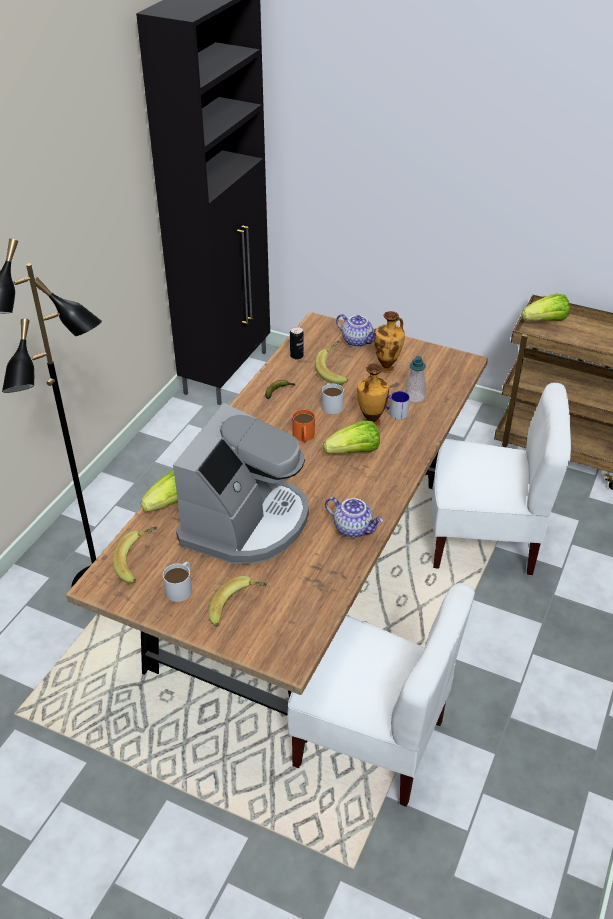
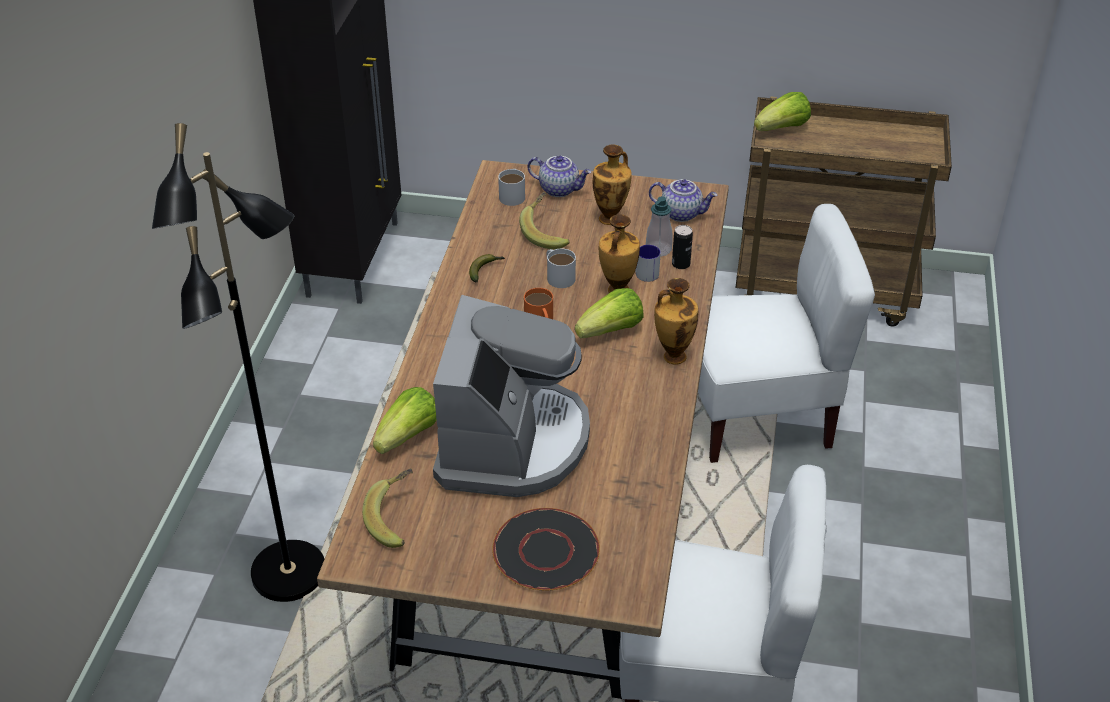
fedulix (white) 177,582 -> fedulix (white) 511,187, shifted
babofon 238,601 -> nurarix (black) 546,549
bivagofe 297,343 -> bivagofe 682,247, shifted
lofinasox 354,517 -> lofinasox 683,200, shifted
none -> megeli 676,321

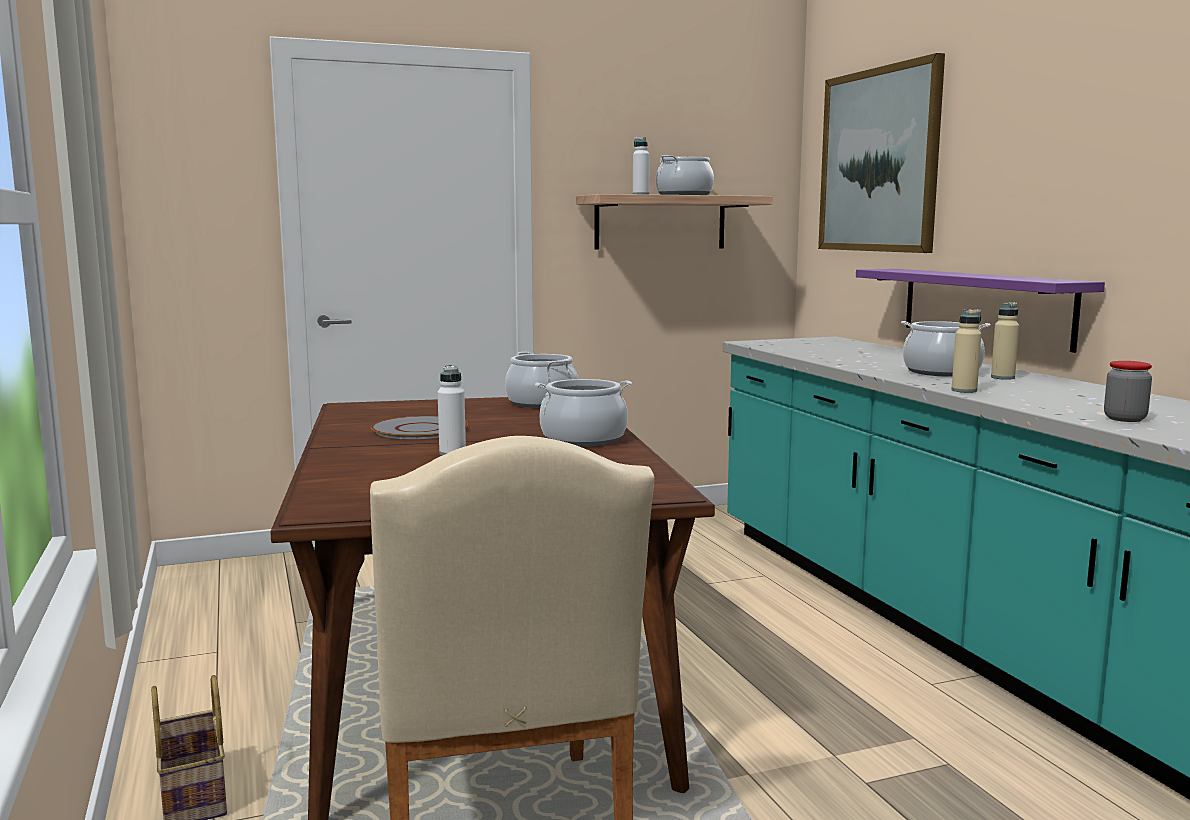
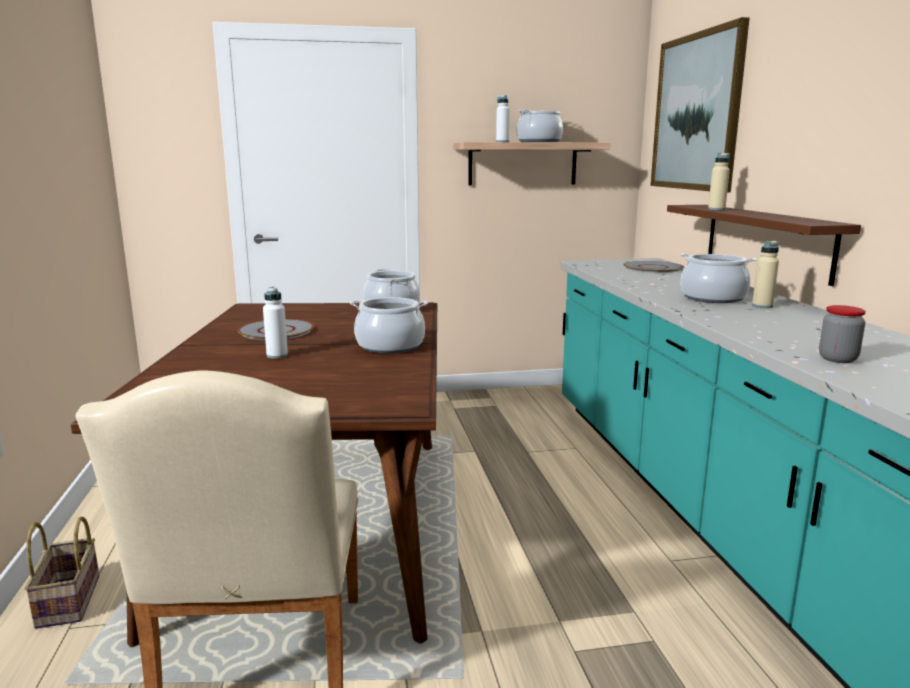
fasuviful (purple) 980,311 -> fasuviful (brown) 764,245
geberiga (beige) 966,351 -> geberiga (beige) 719,181, shifted
none -> nurarix (grey) 653,267

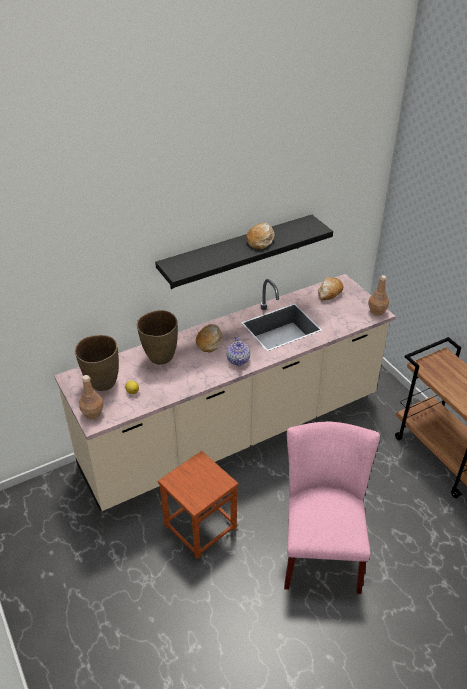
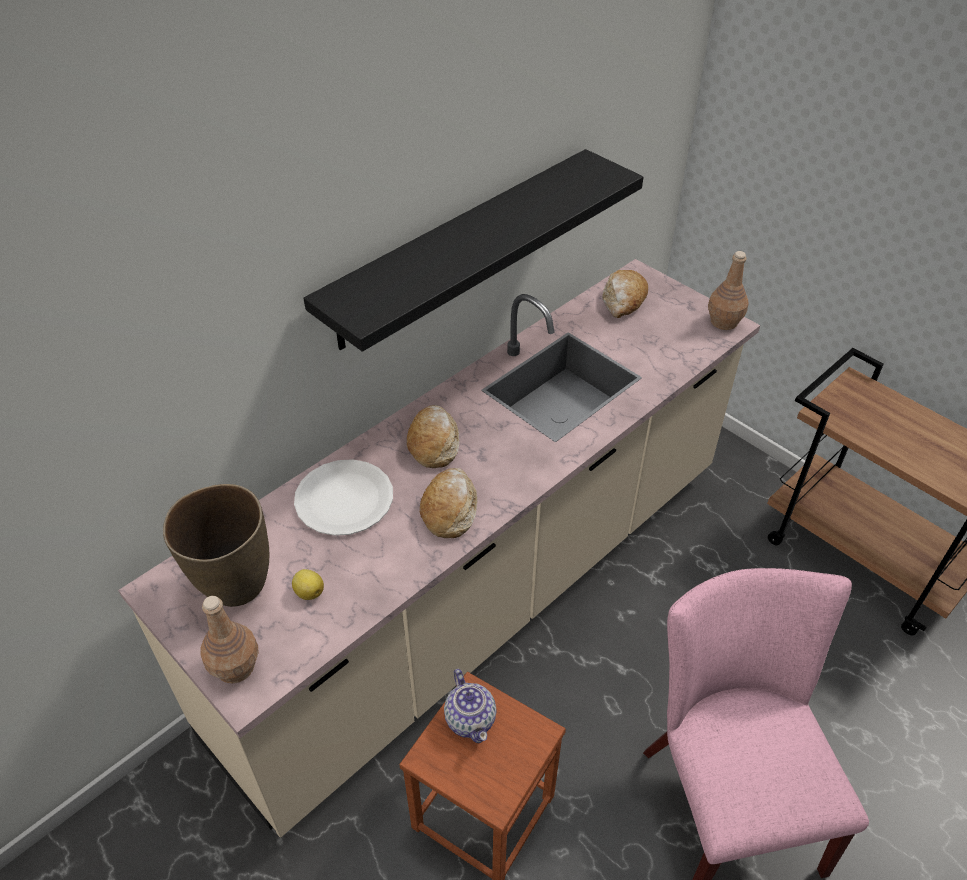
megeli (brown) 157,337 -> nurarix (white) 343,497
lofinasox 238,351 -> lofinasox 470,706, shifted
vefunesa 260,236 -> vefunesa 448,503, shifted

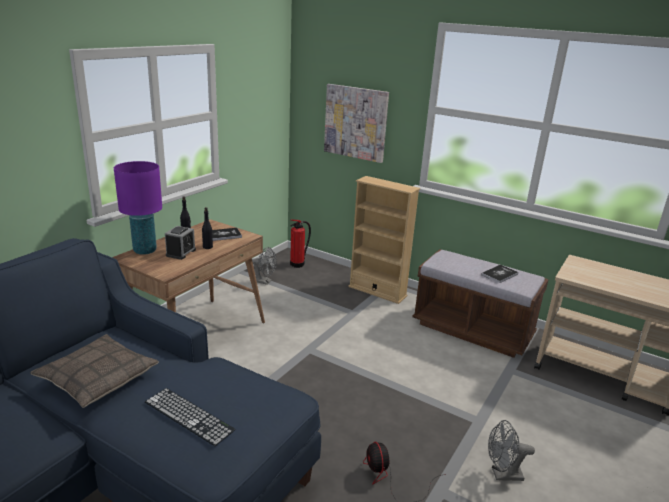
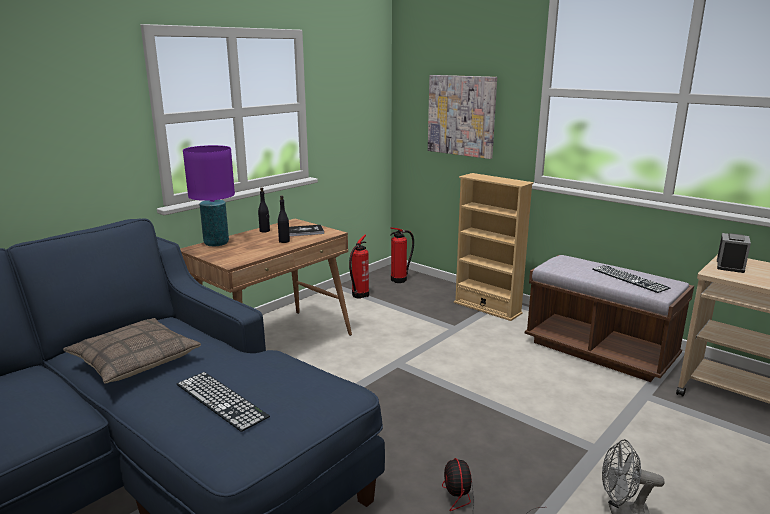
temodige 180,243 -> temodige 734,253, shifted
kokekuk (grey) 264,266 -> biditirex 359,267
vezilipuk 499,274 -> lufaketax 631,279

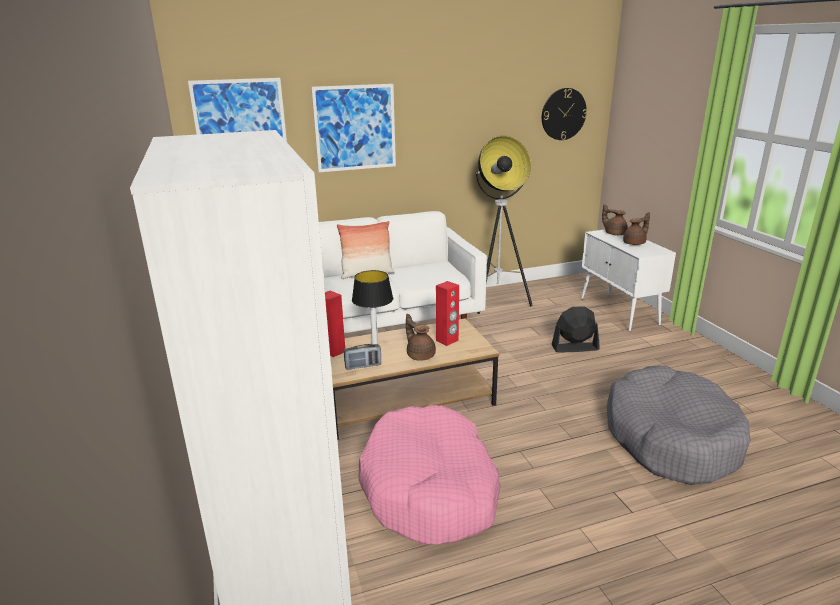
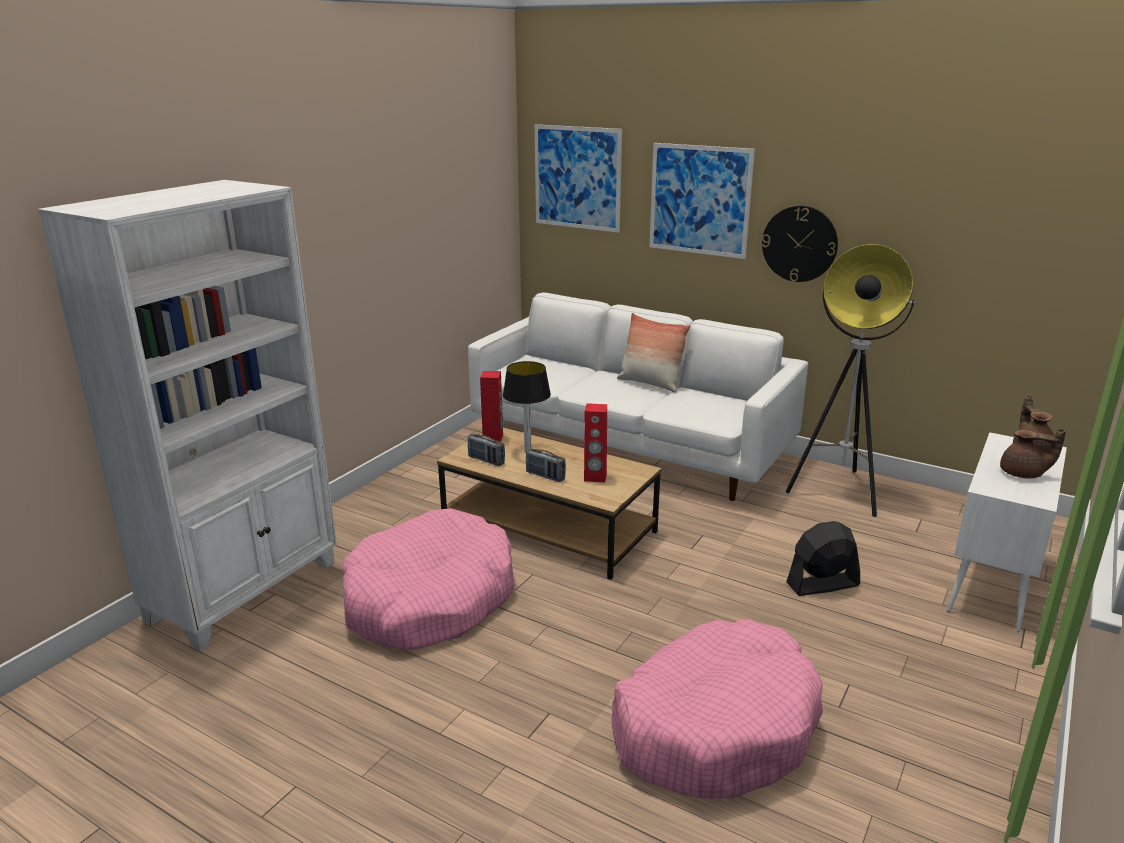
lofinasox (brown) 421,337 -> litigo 546,465
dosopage 564,114 -> dosopage 800,244, shifted
kokekuk (black) 576,329 -> kokekuk (black) 823,558, 60 degrees counterclockwise
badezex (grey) 678,425 -> badezex (pink) 717,709

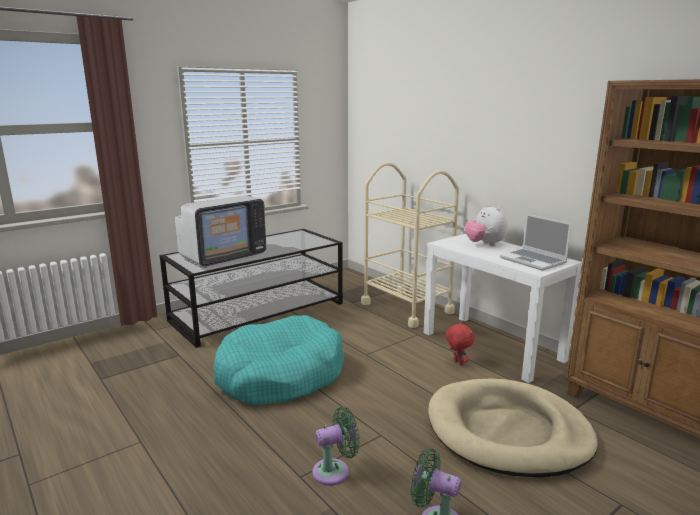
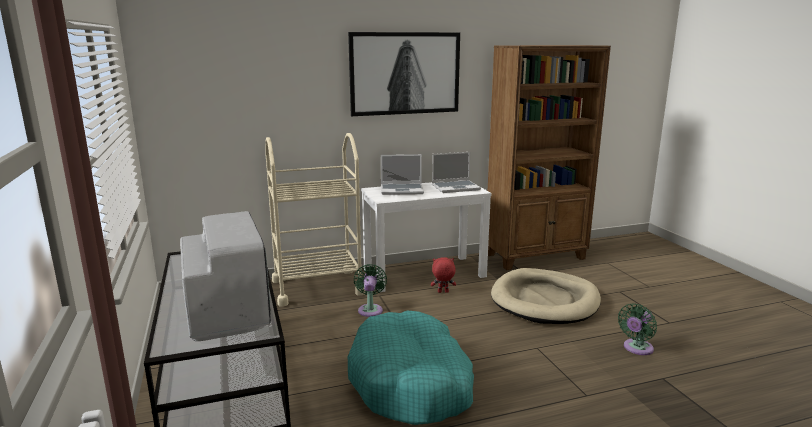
kokekuk (green) 336,446 -> kokekuk (green) 370,290, shifted
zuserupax 486,225 -> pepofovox 402,174
none -> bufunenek 404,74

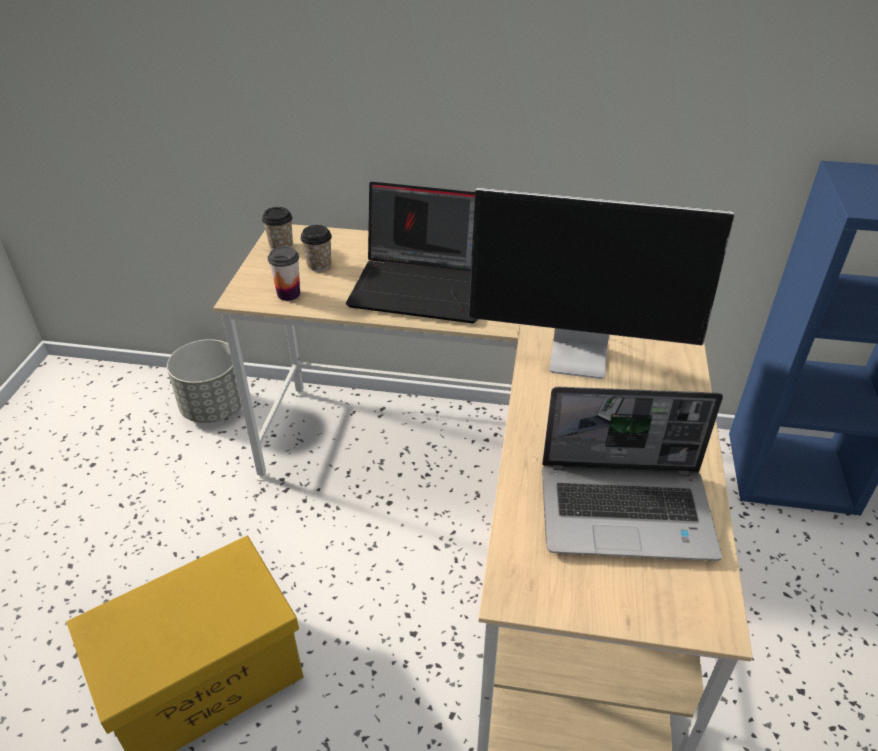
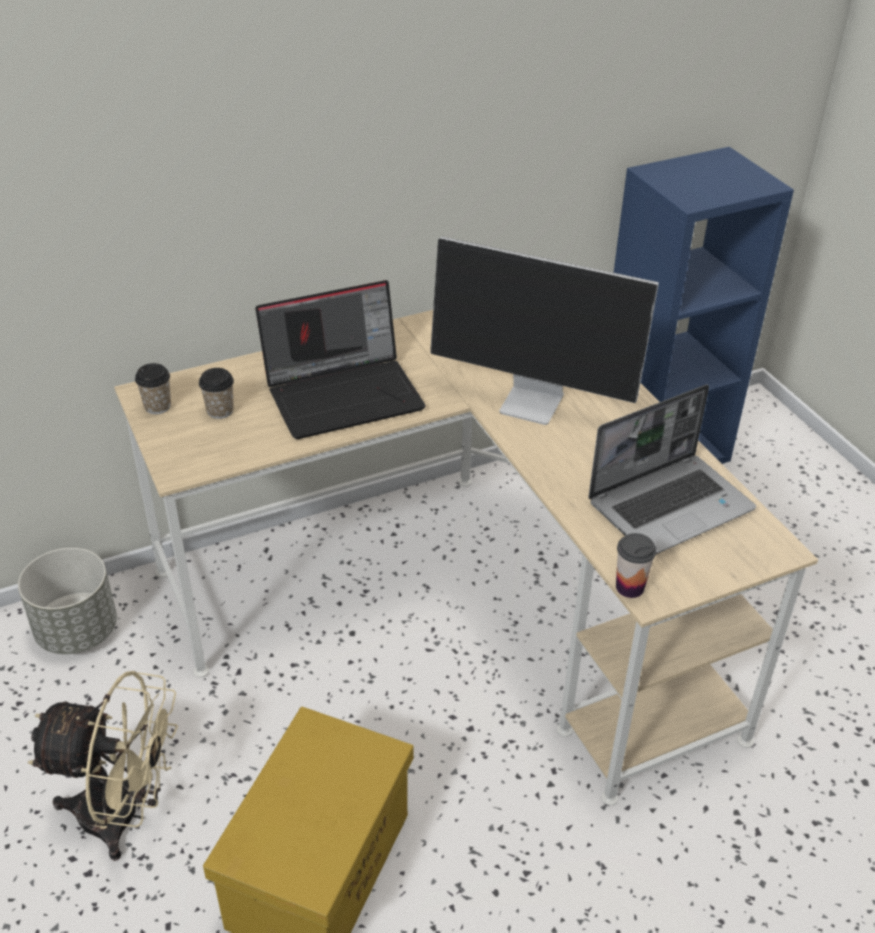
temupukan 284,273 -> temupukan 636,565, shifted
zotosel 601,283 -> zotosel 544,330, 45 degrees clockwise
none -> kokekuk (beige) 103,766

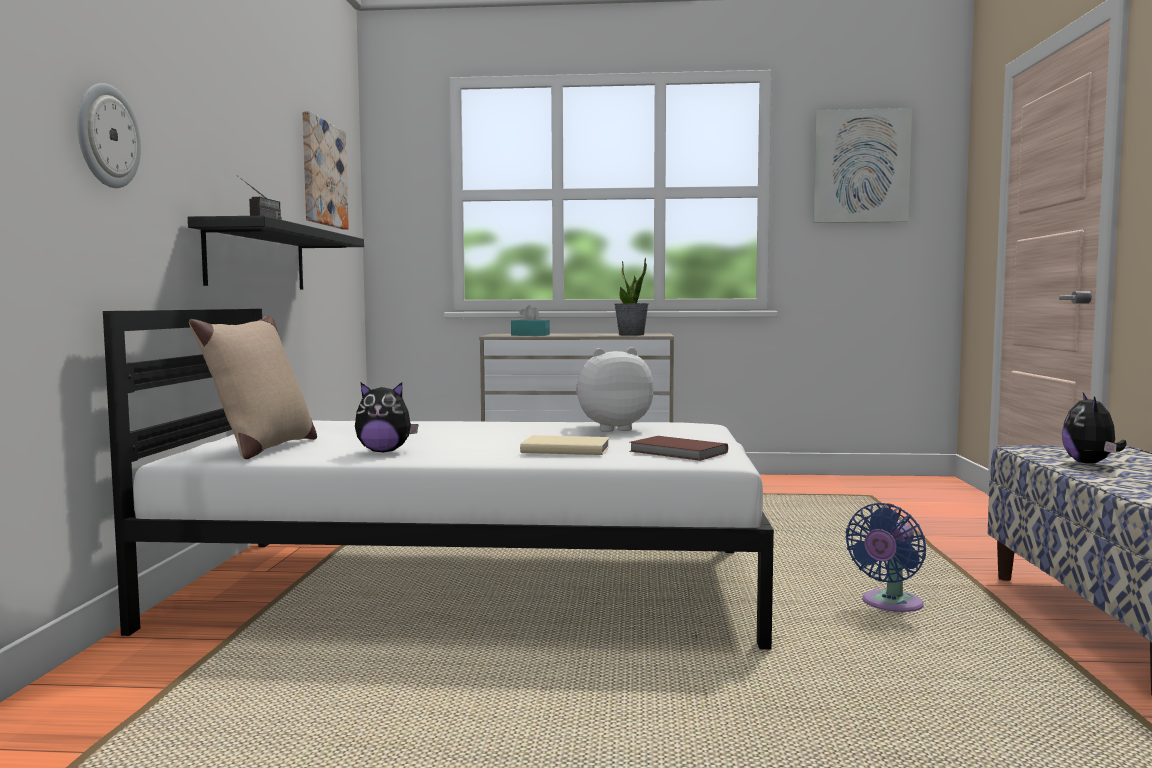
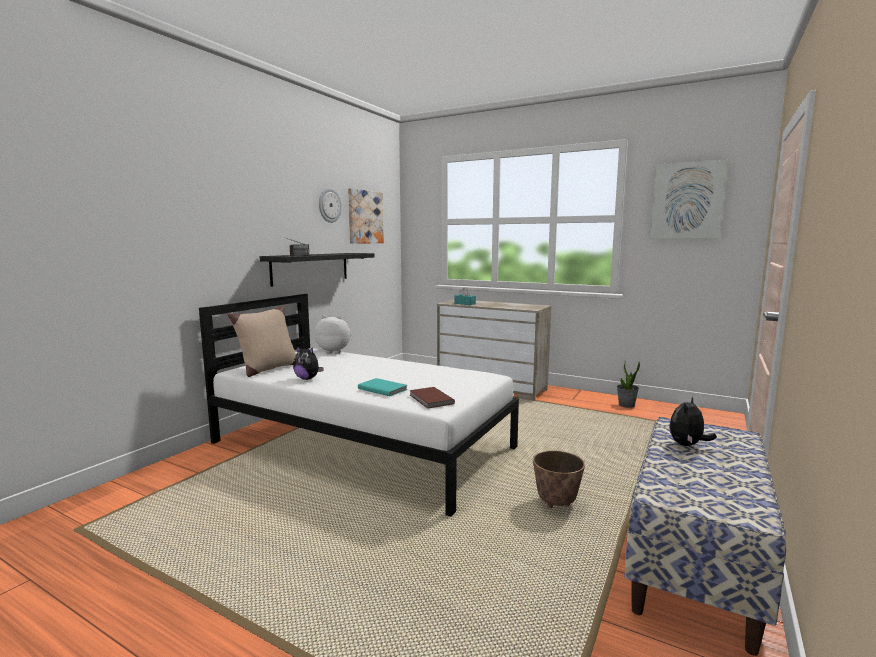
dosopage 109,135 -> dosopage 330,205, shifted
vezilipuk (beige) 565,445 -> vezilipuk (turquoise) 383,387
zuserupax 615,389 -> zuserupax 333,334, shifted
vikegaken 632,297 -> vikegaken 628,384, shifted
kokekuk (blue) 885,557 -> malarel 559,479

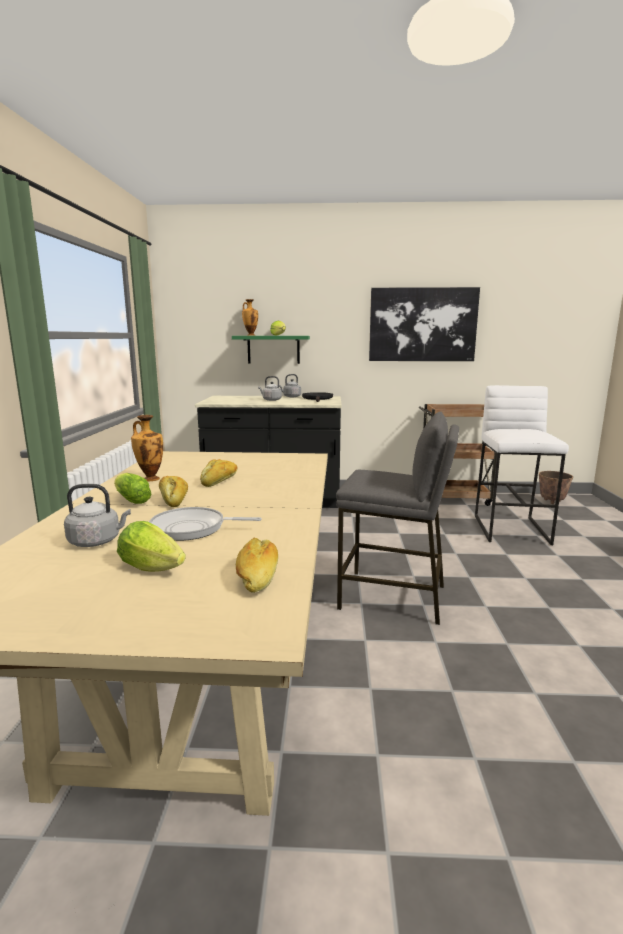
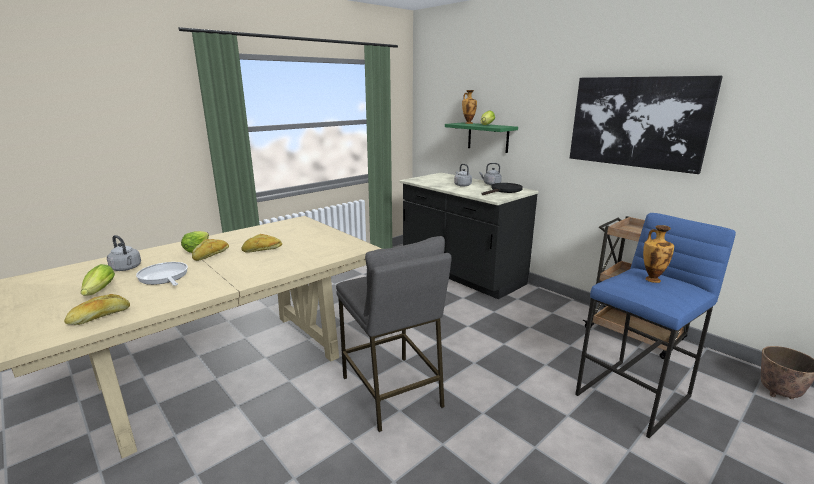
megeli 147,448 -> megeli 658,254, shifted
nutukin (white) 522,465 -> nutukin (blue) 655,325

